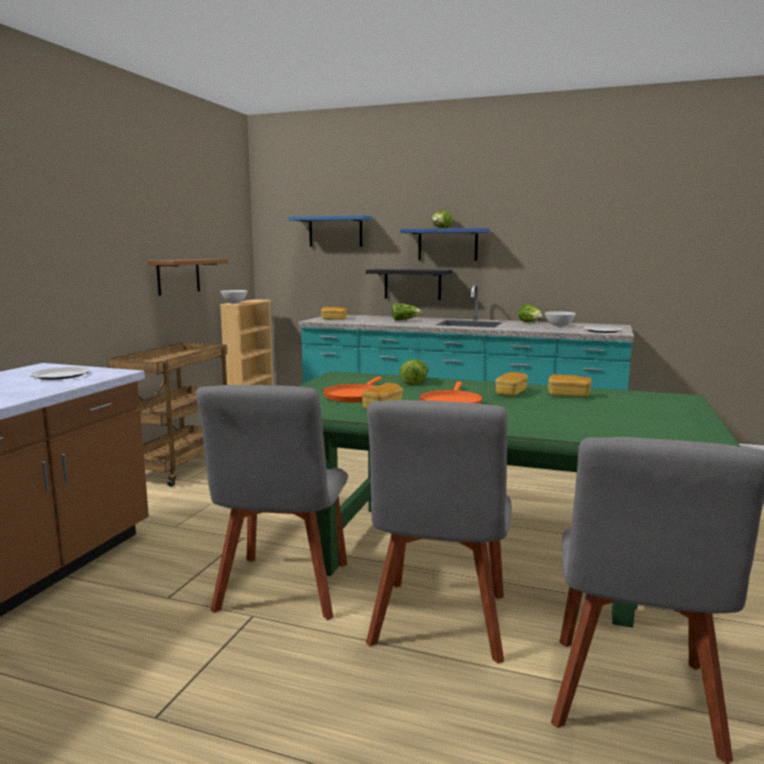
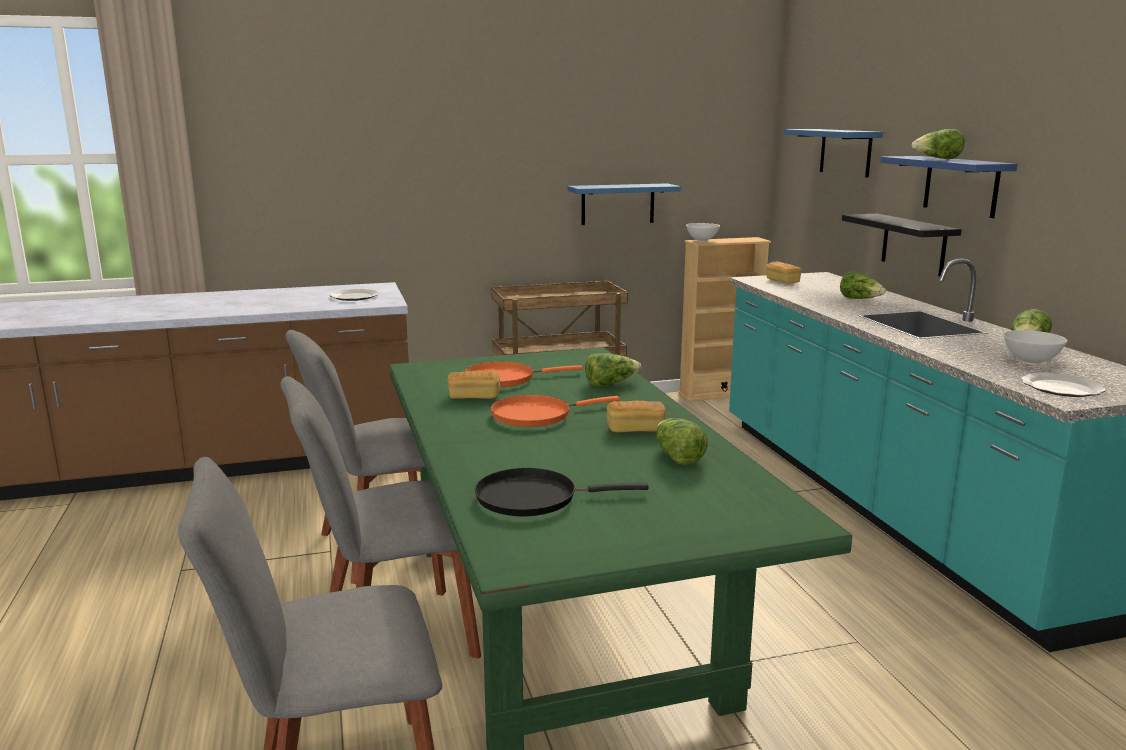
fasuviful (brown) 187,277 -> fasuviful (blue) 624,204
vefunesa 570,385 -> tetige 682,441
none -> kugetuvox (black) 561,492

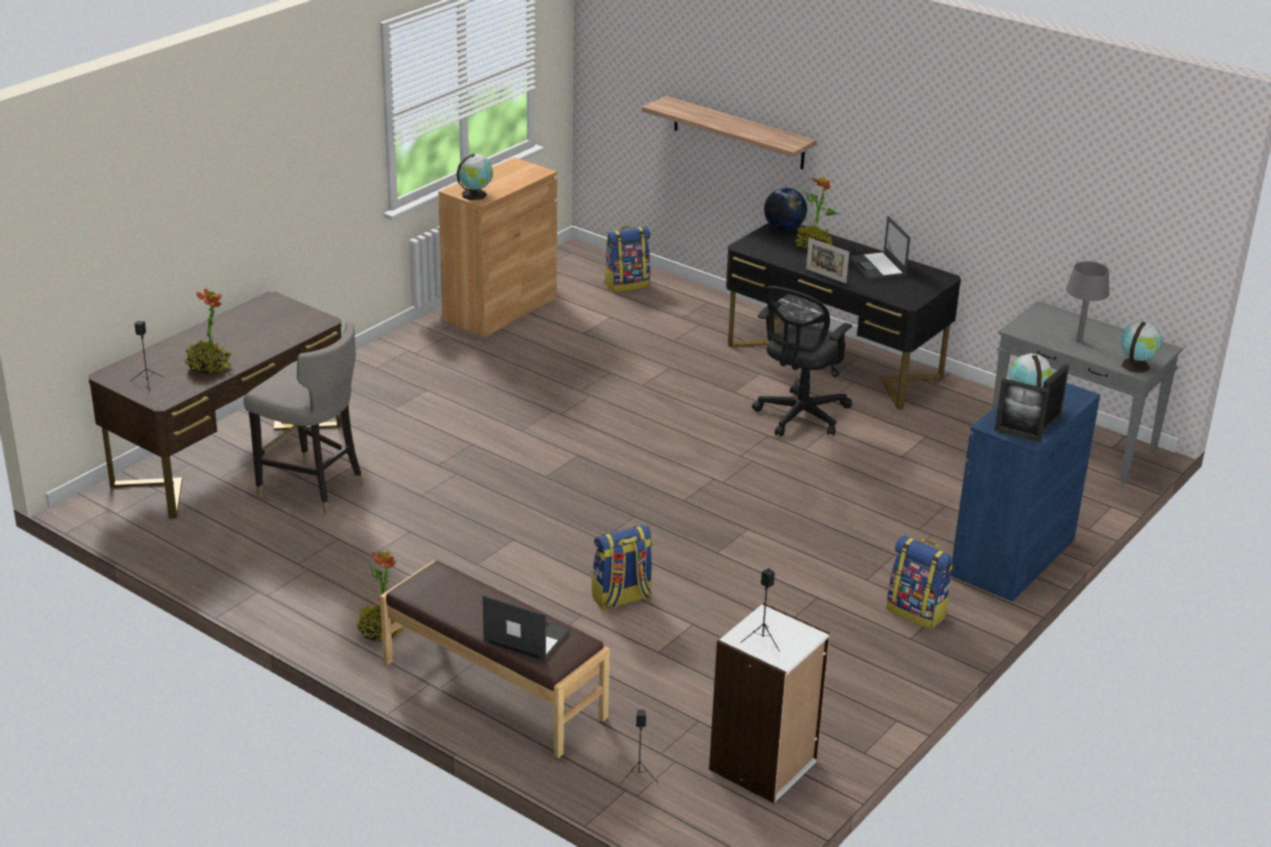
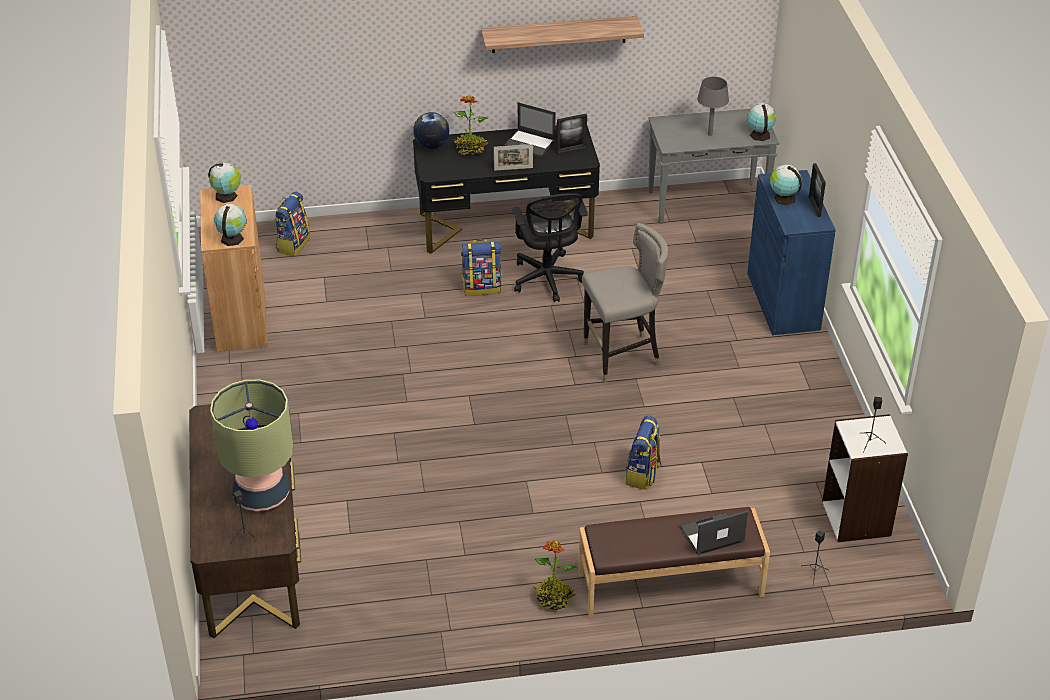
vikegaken 208,330 -> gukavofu 251,445
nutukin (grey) 304,418 -> nutukin (grey) 625,303, shifted
fasuviful 729,133 -> fasuviful 562,34, shifted
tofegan 919,582 -> tofegan 481,267, shifted
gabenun 1022,410 -> gabenun 571,134, shifted
none -> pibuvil 224,183

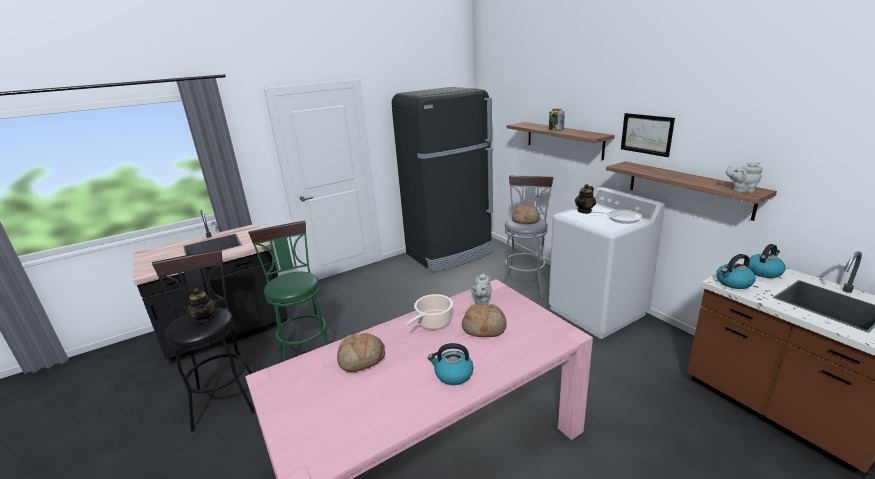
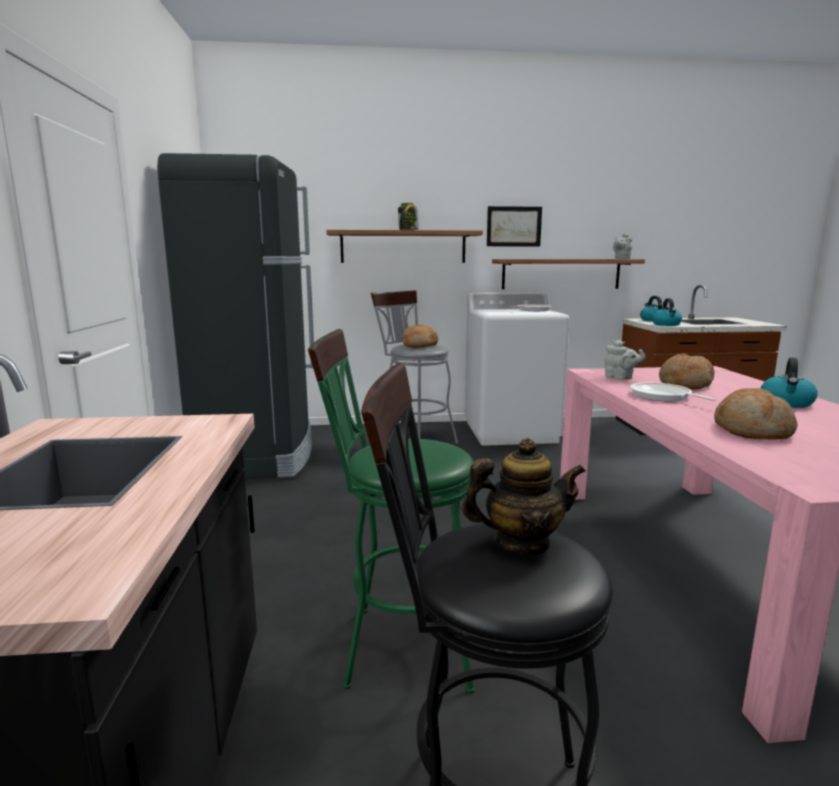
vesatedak 429,312 -> kugetuvox 673,392
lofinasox 585,199 -> none

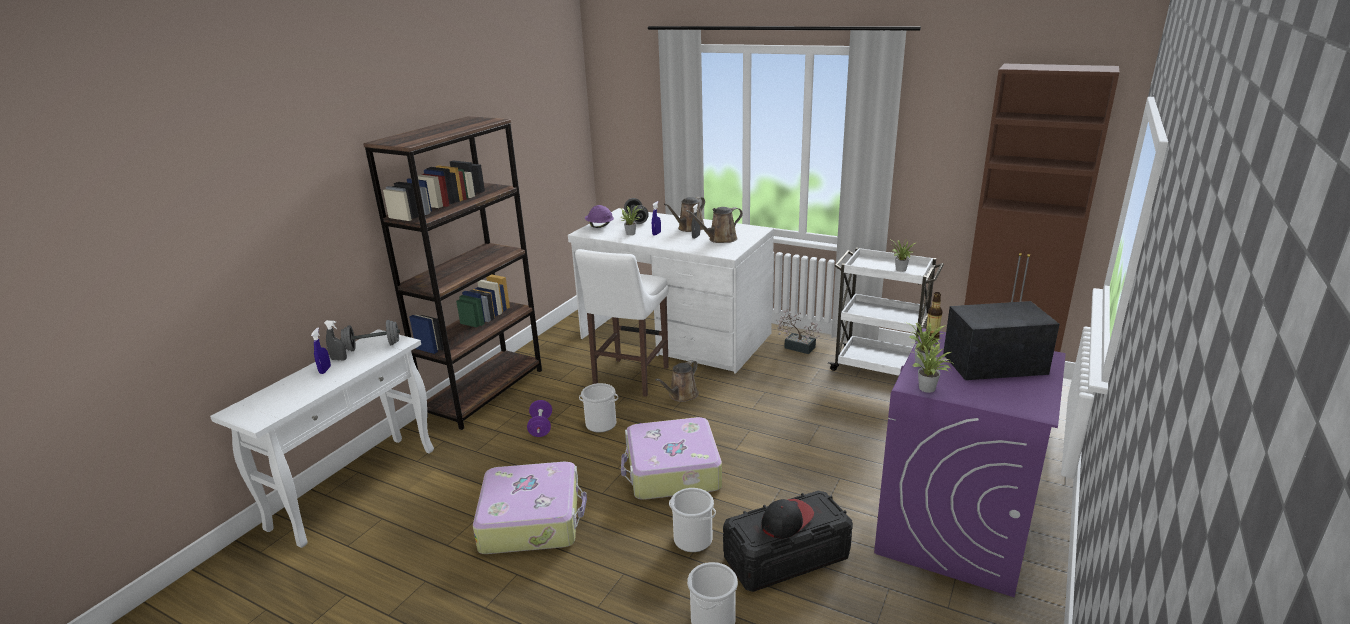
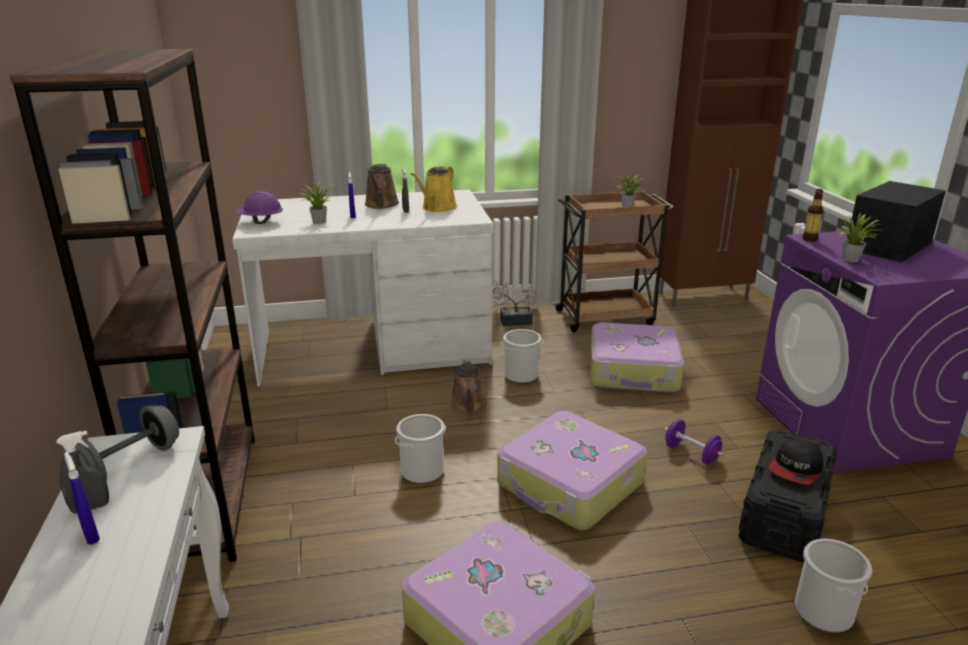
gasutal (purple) 539,418 -> gasutal (purple) 694,442, shifted
nutukin (white) 622,323 -> none
gasutal (grey) 636,211 -> none
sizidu 692,520 -> sizidu 522,356, shifted
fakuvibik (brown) 714,225 -> fakuvibik (yellow) 434,189
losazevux 788,519 -> losazevux 796,461, 150 degrees counterclockwise
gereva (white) 886,311 -> gereva (brown) 613,261
vikegaken 934,368 -> none
none -> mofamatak 637,358

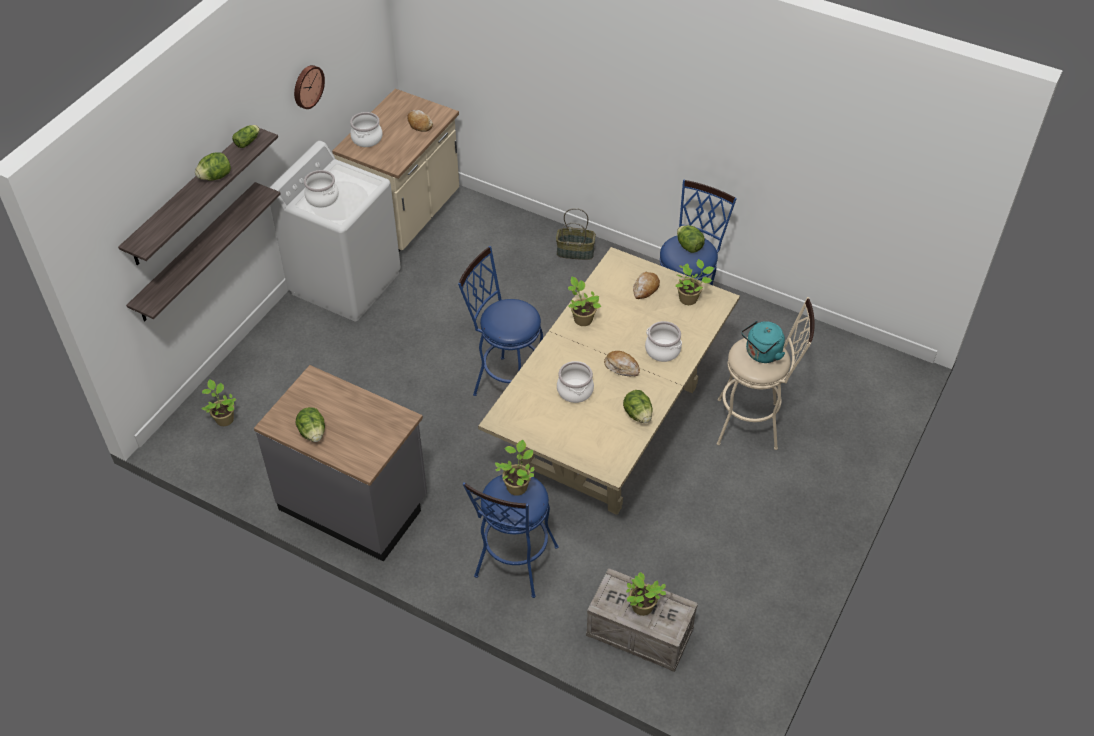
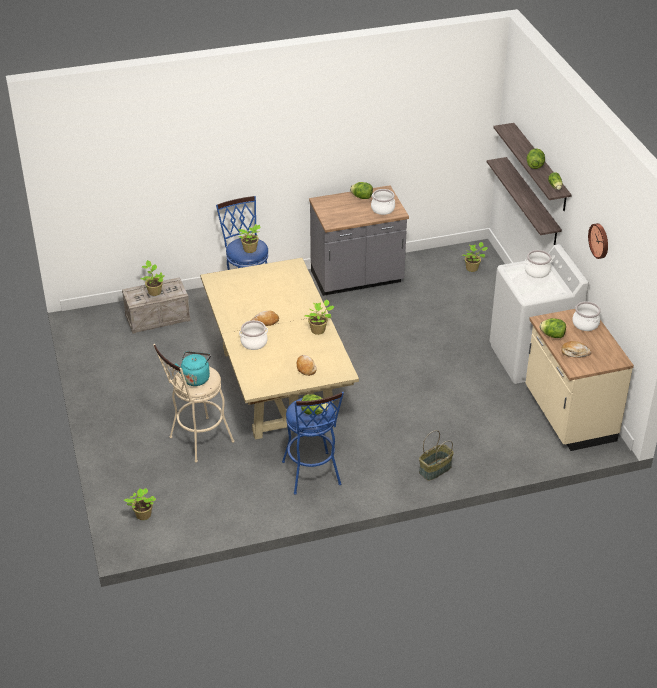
nutukin (blue) 500,321 -> none
vesatedak 575,382 -> vesatedak 383,202, shifted
tetige 638,406 -> tetige 553,328, shifted
vikegaken 694,282 -> vikegaken 140,504, shifted

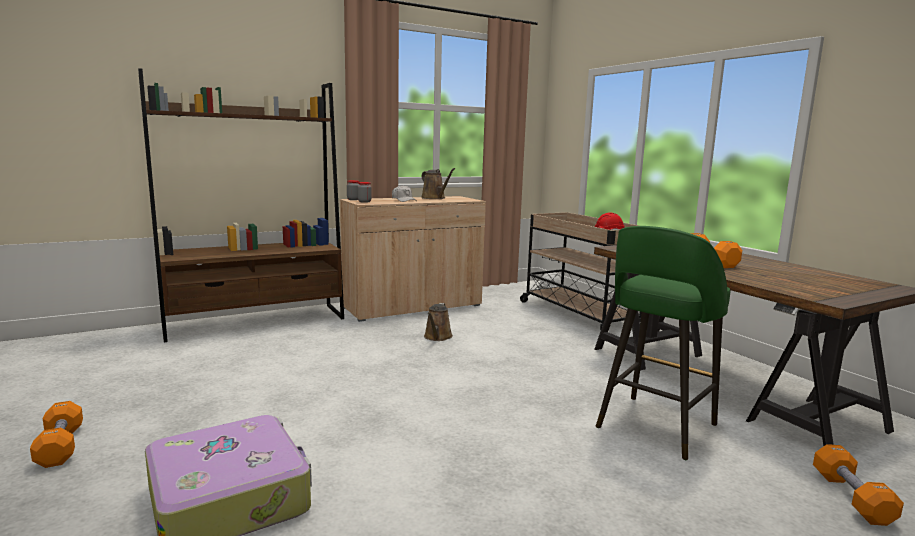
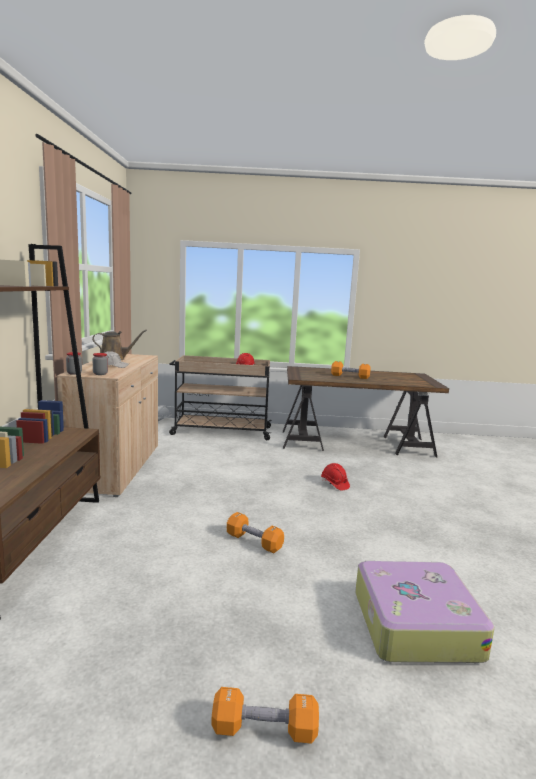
fakuvibik (brown) 438,322 -> none
nutukin (green) 663,343 -> none
gasutal (orange) 858,485 -> gasutal (orange) 255,532, shifted
none -> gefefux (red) 335,476

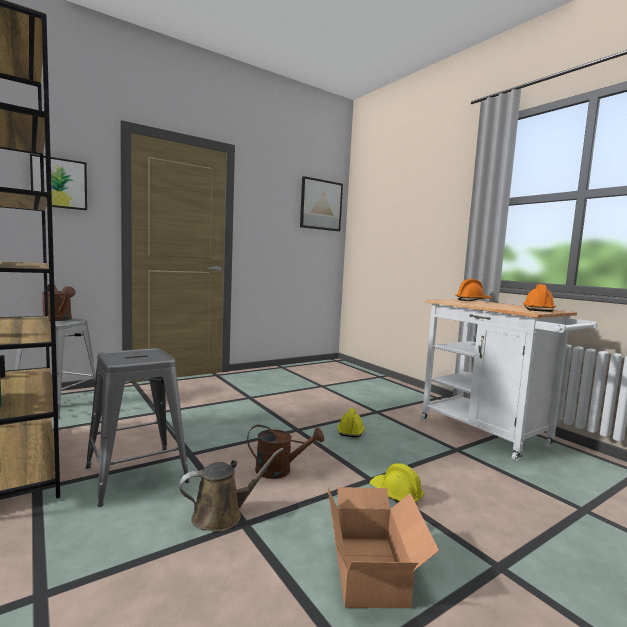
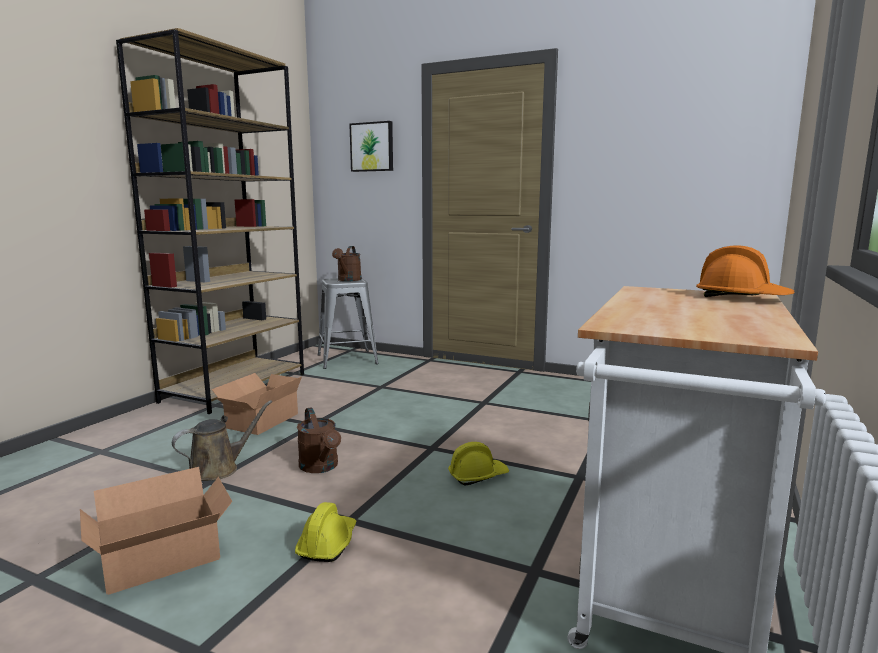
nutukin (grey) 138,427 -> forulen 256,404
fakuvibik (brown) 231,490 -> fakuvibik (brown) 222,440, 75 degrees counterclockwise
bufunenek 321,203 -> none
gefefux (orange) 539,298 -> none

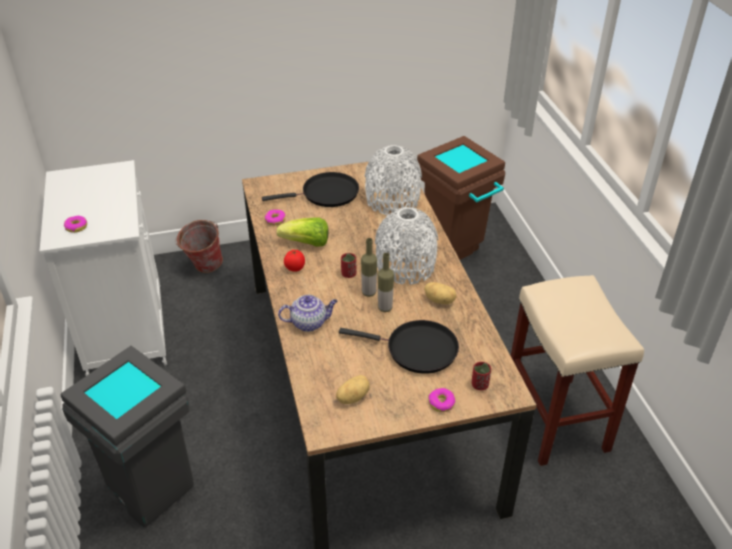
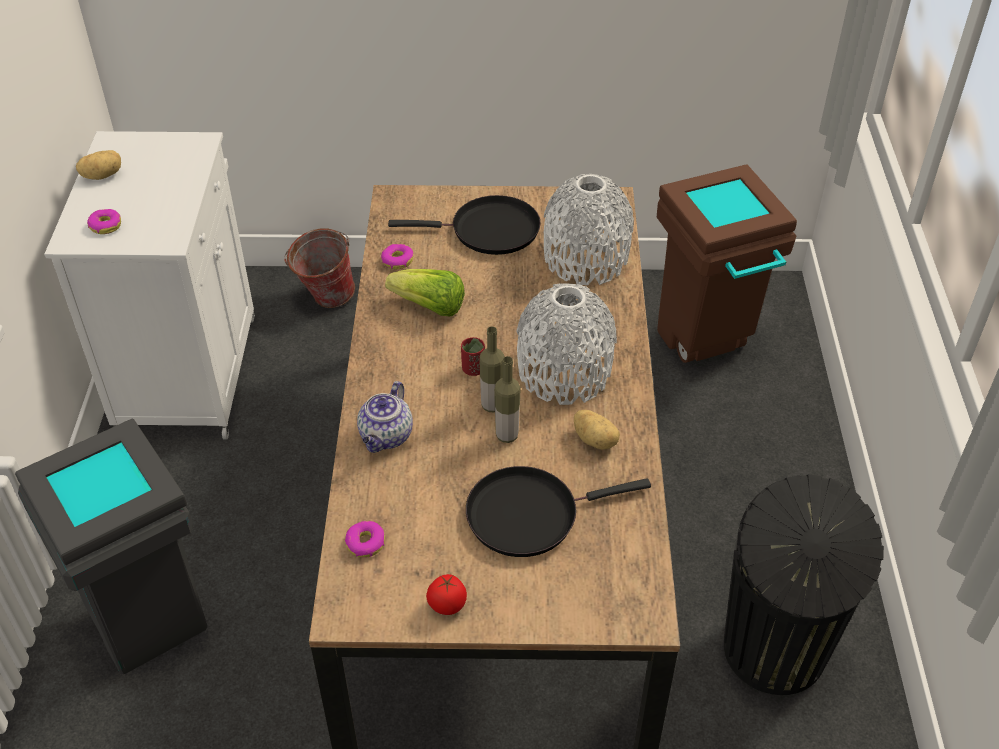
lofinasox 308,313 -> lofinasox 385,417, 105 degrees clockwise
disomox 294,260 -> disomox 446,594, shifted
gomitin 353,389 -> gomitin 98,165, shifted
kugetuvox (black) 399,347 -> kugetuvox (black) 558,511, 135 degrees clockwise
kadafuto 442,400 -> kadafuto 365,539, shifted
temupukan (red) 481,376 -> none
nutukin (beige) 577,370 -> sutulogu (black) 804,584

